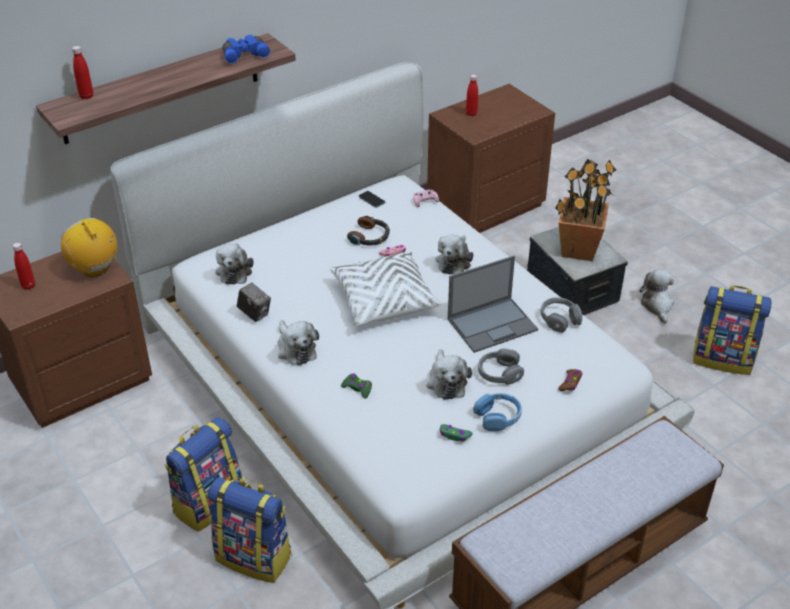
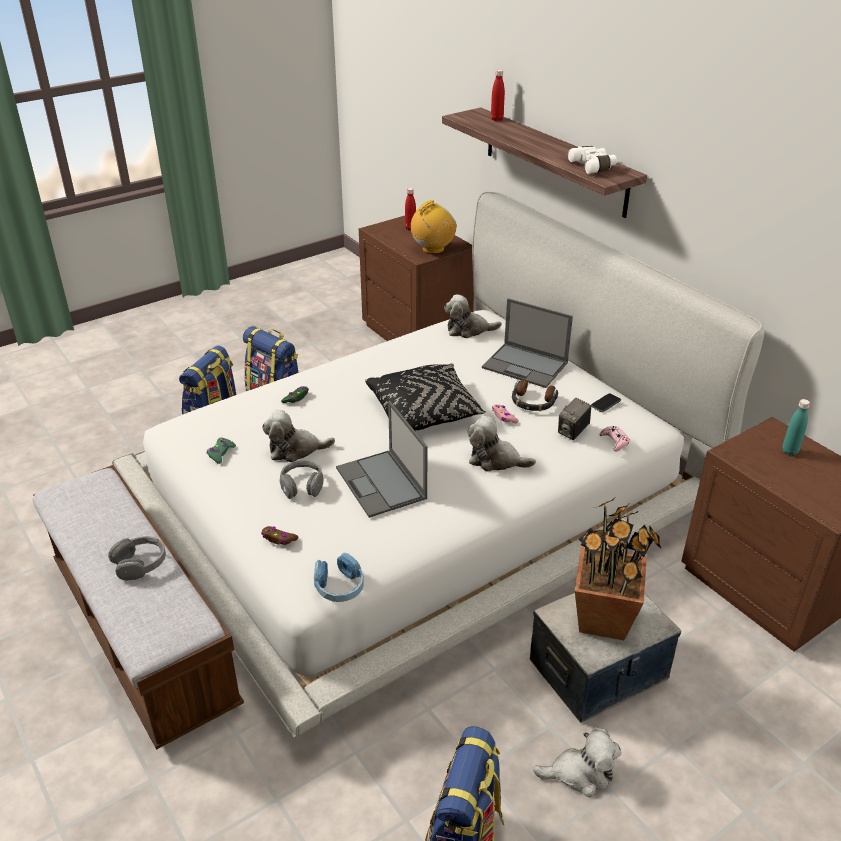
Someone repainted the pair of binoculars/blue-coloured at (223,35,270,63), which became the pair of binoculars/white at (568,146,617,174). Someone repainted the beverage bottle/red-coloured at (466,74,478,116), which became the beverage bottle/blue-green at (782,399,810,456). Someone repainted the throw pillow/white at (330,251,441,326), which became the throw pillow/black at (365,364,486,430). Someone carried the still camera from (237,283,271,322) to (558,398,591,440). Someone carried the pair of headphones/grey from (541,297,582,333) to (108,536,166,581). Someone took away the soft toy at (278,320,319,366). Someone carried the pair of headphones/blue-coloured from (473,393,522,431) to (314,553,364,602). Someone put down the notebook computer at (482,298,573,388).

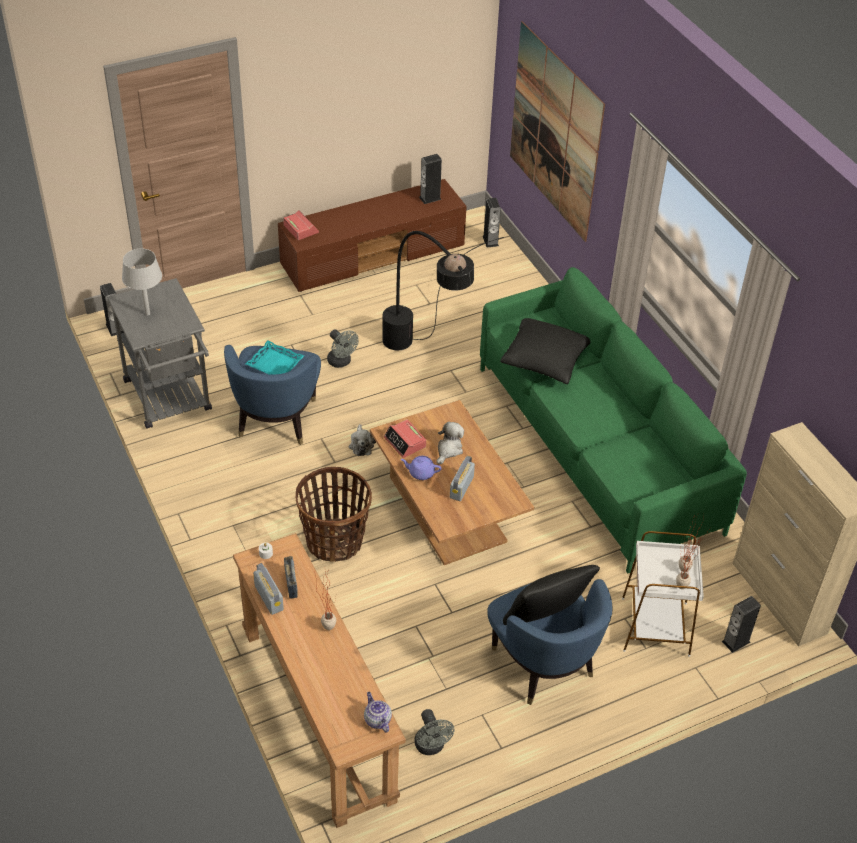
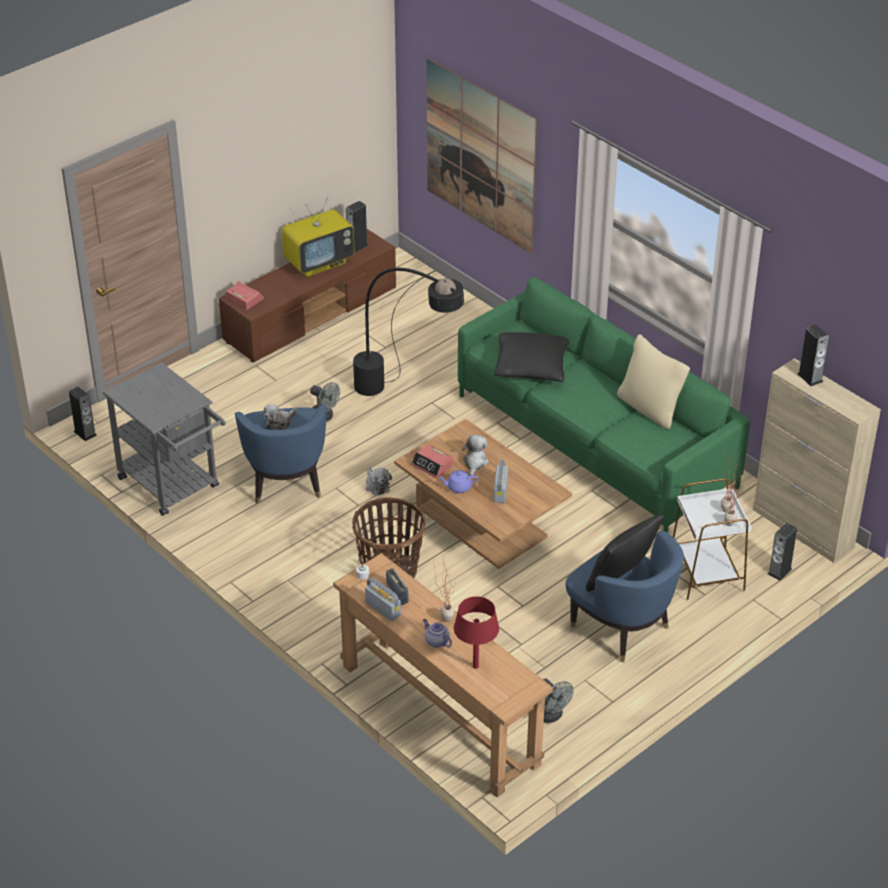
Someone carried the loudspeaker from (483,198,501,247) to (798,324,829,386). Someone took away the table lamp/grey at (122,249,162,315). Someone swapped the serving tray/blue-green at (245,341,304,375) for the soft toy at (263,404,297,430). Someone carried the tea pot from (364,692,392,733) to (423,619,452,648). Someone put down the TV set at (282,198,355,277). Someone put down the throw pillow/beige-coloured at (617,334,690,429). Someone put down the table lamp/red-coloured at (454,596,499,669).

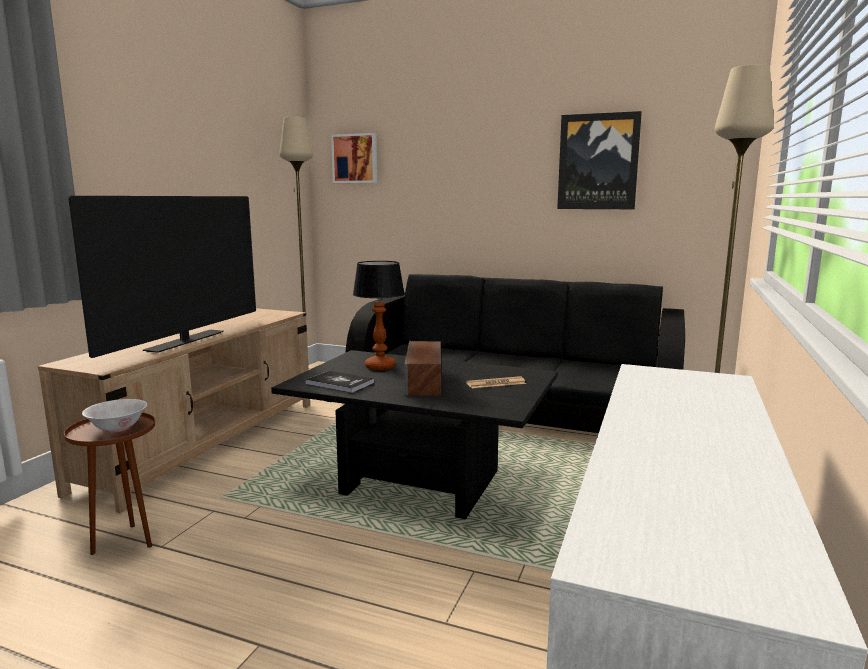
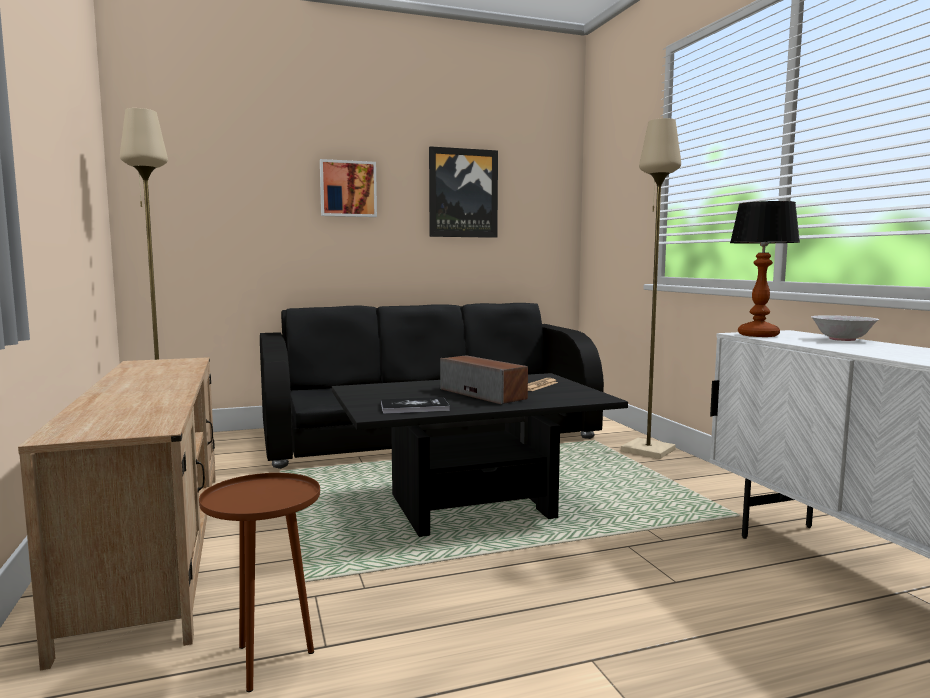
Someone carried the picture from (331,133,377,183) to (320,159,377,217). Someone took away the TV set at (68,196,256,358). Someone carried the table lamp from (353,261,405,370) to (730,201,800,337). Someone carried the deep dish/white from (82,399,147,433) to (811,315,879,341).

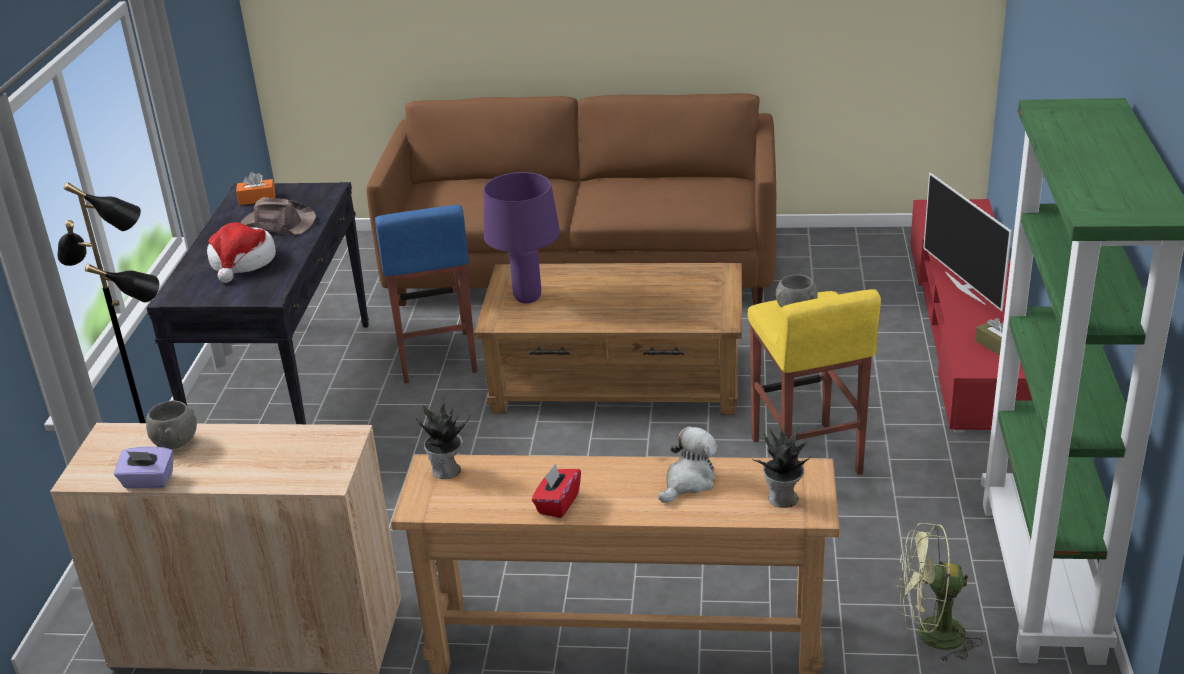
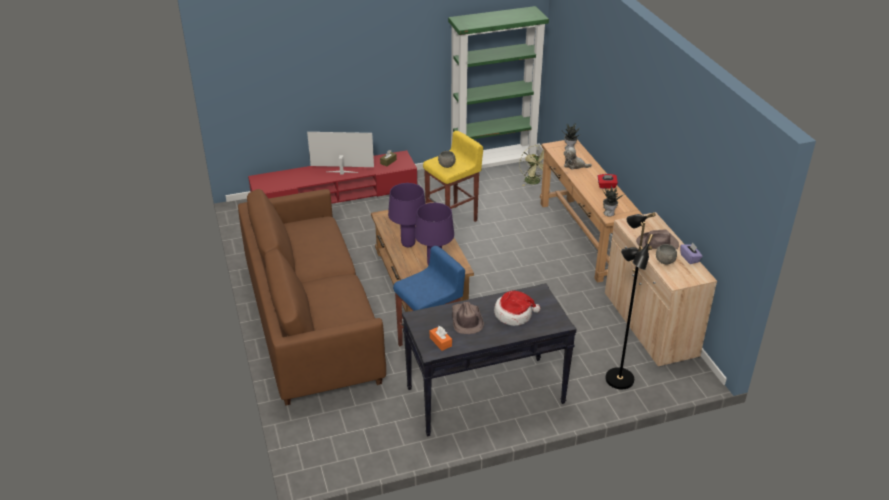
Someone rotated the TV set at (923,173,1012,311) by 135 degrees counterclockwise. Someone put down the table lamp/purple-coloured at (388,183,425,247). Someone put down the wearable hat/brown at (636,230,679,249).

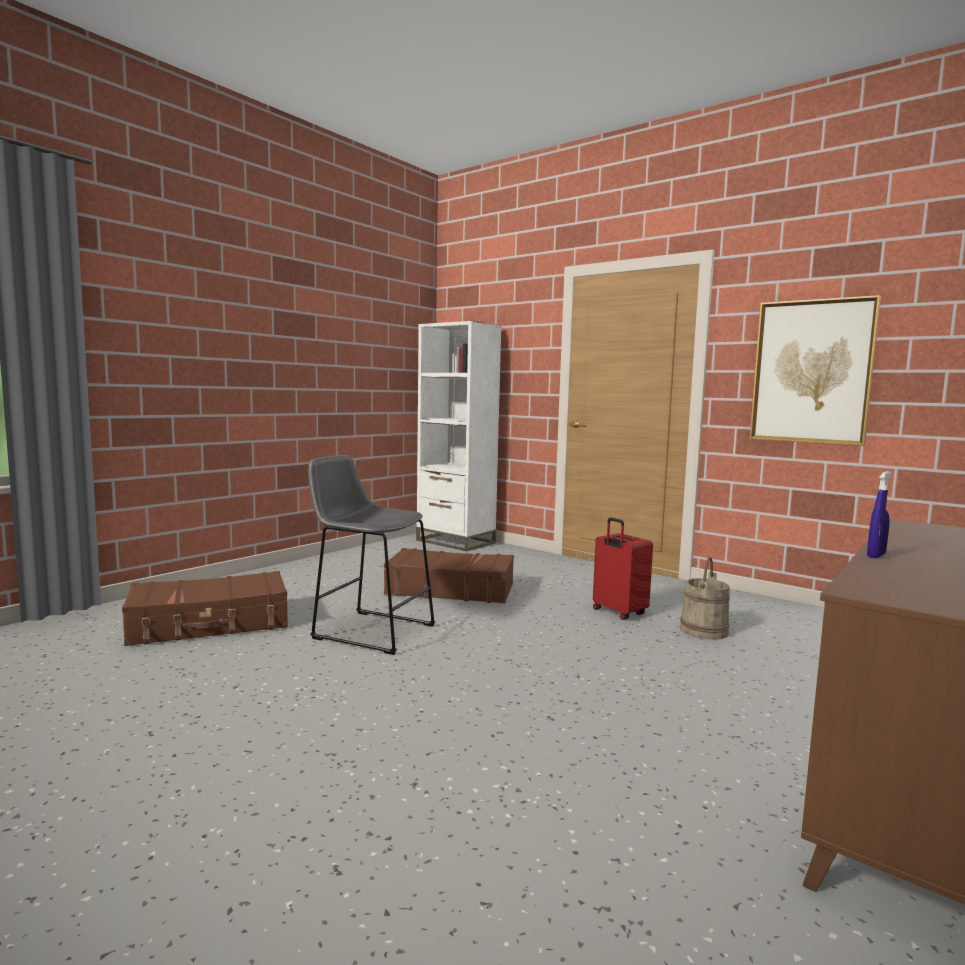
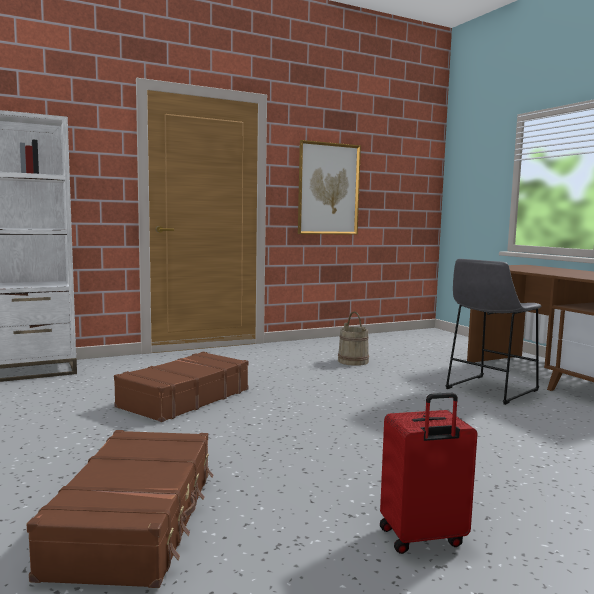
Someone carried the stool seat/grey from (308,455,436,655) to (446,259,541,405). Someone took away the spray bottle/blue-coloured at (867,471,891,558). Someone carried the travel case/red-coloured from (593,518,653,620) to (380,393,477,554).

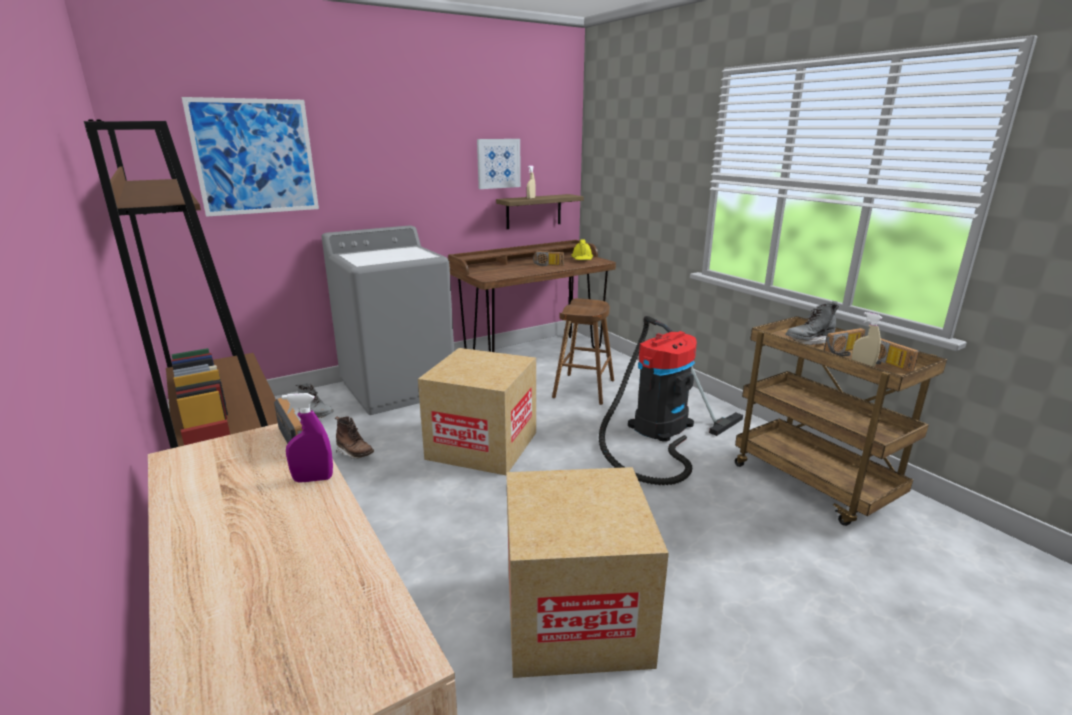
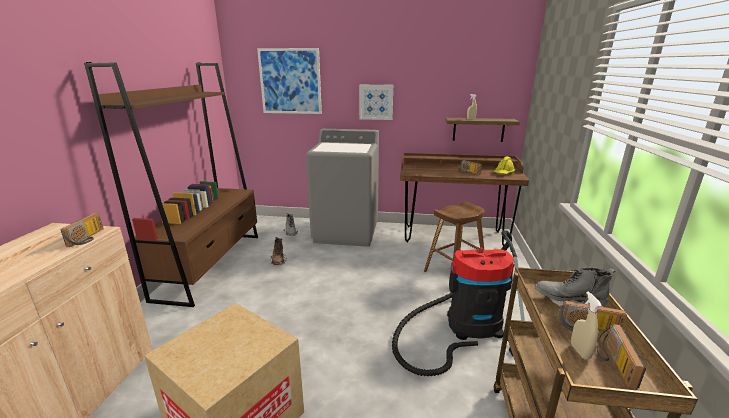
Someone carried the picture from (477,139,521,189) to (359,85,393,120). Someone took away the packing box at (418,348,536,475). Someone took away the spray bottle/purple-coloured at (282,393,333,483).

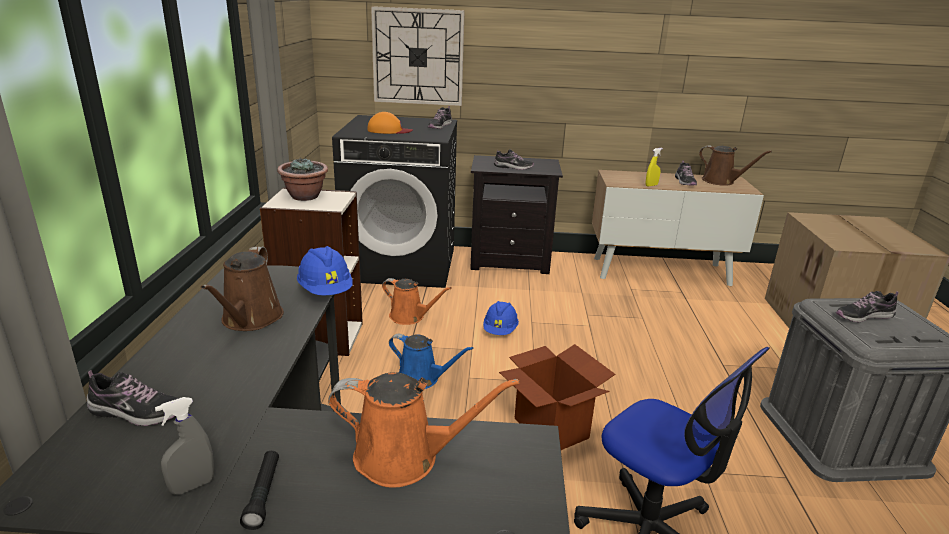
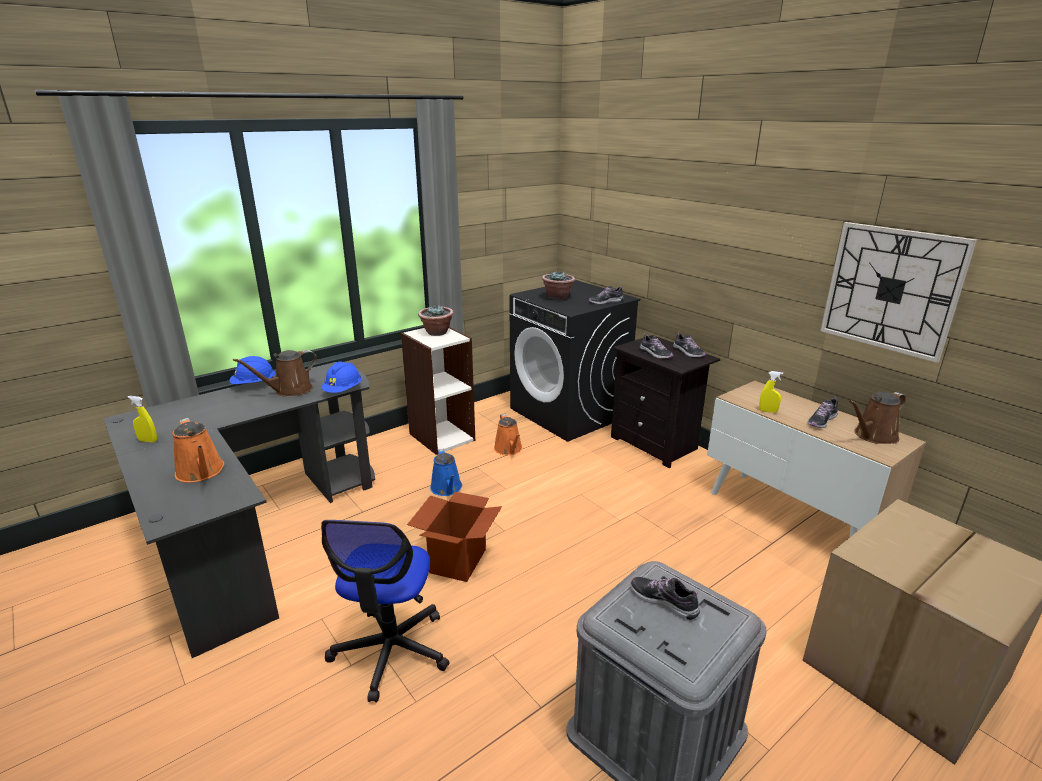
Someone carried the wall clock from (371,6,465,106) to (820,222,977,363). Someone swapped the cap/orange-coloured at (367,112,412,134) for the houseplant at (542,270,575,300). Someone rotated the sprinkling can/brown at (699,145,772,186) by 60 degrees clockwise. Someone carried the hard hat/blue-coloured from (483,301,519,335) to (229,356,276,384). Someone carried the low shoe from (86,370,179,426) to (673,332,706,357). Someone repainted the spray bottle/grey at (155,397,214,495), which became the spray bottle/yellow at (127,396,157,442). Someone took away the flashlight/black at (240,451,279,530).

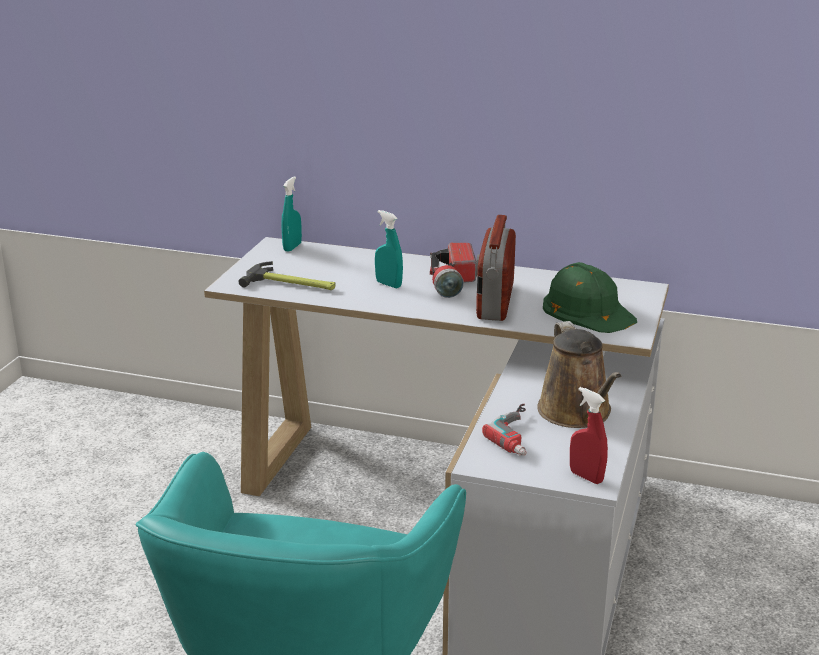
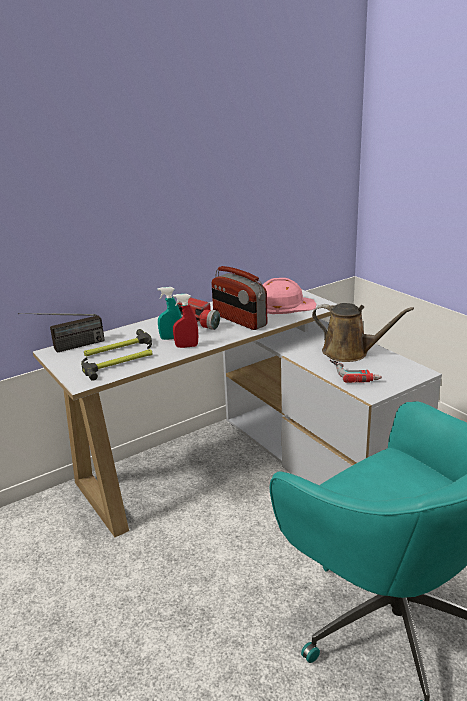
Someone swapped the spray bottle/blue-green at (281,176,302,252) for the radio receiver at (18,313,105,353). Someone repainted the hard hat/greenish at (543,262,637,333), which became the hard hat/pinkish at (263,278,316,314). Someone carried the spray bottle/red-coloured from (570,387,608,484) to (173,294,198,348). Someone put down the hammer at (84,329,152,357).

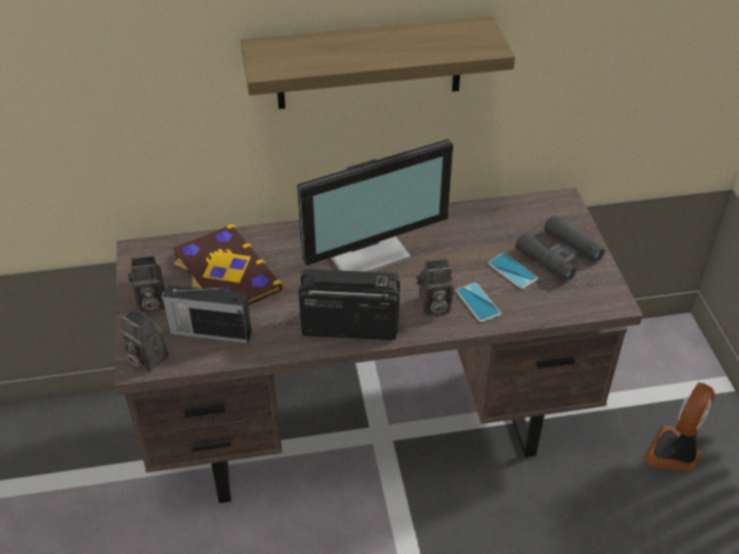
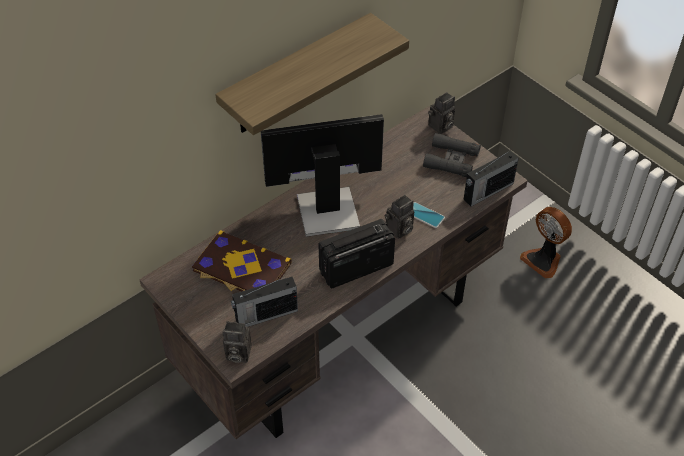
Someone rotated the monitor at (297,139,453,272) by 135 degrees counterclockwise. Someone took away the handset at (488,253,538,289). Someone carried the still camera from (128,256,165,312) to (428,92,455,134). Someone rotated the fan at (644,382,715,470) by 45 degrees counterclockwise. Someone put down the radio receiver at (463,151,519,207).

